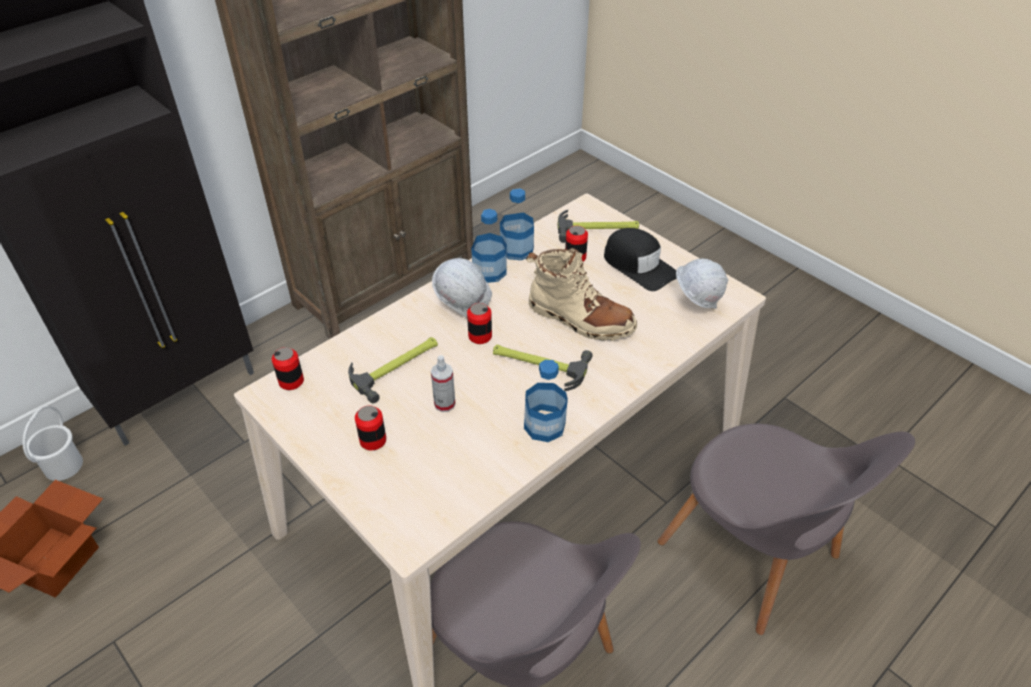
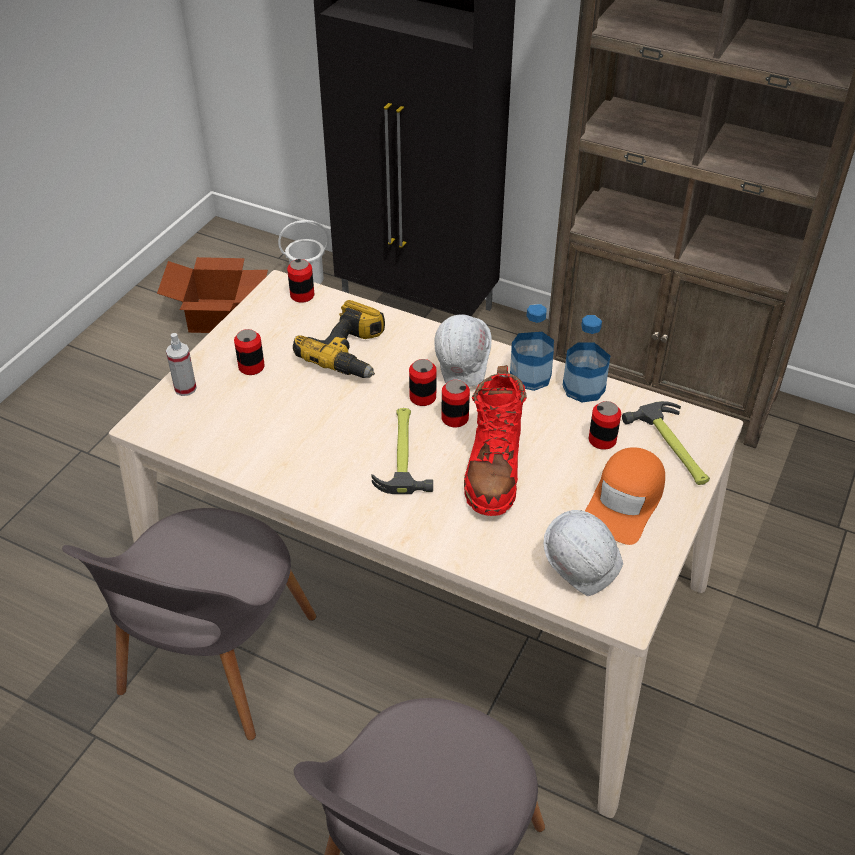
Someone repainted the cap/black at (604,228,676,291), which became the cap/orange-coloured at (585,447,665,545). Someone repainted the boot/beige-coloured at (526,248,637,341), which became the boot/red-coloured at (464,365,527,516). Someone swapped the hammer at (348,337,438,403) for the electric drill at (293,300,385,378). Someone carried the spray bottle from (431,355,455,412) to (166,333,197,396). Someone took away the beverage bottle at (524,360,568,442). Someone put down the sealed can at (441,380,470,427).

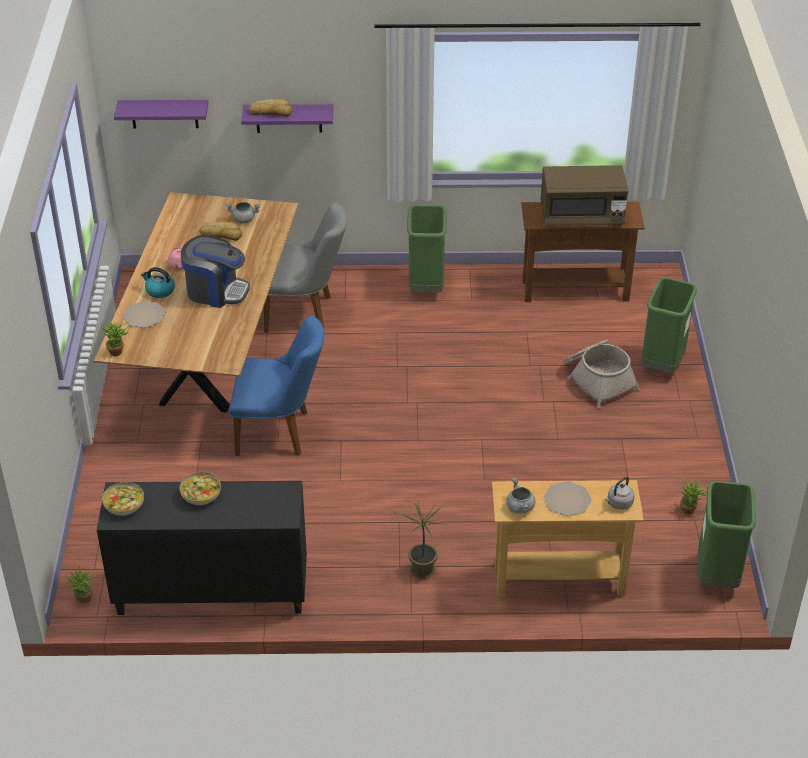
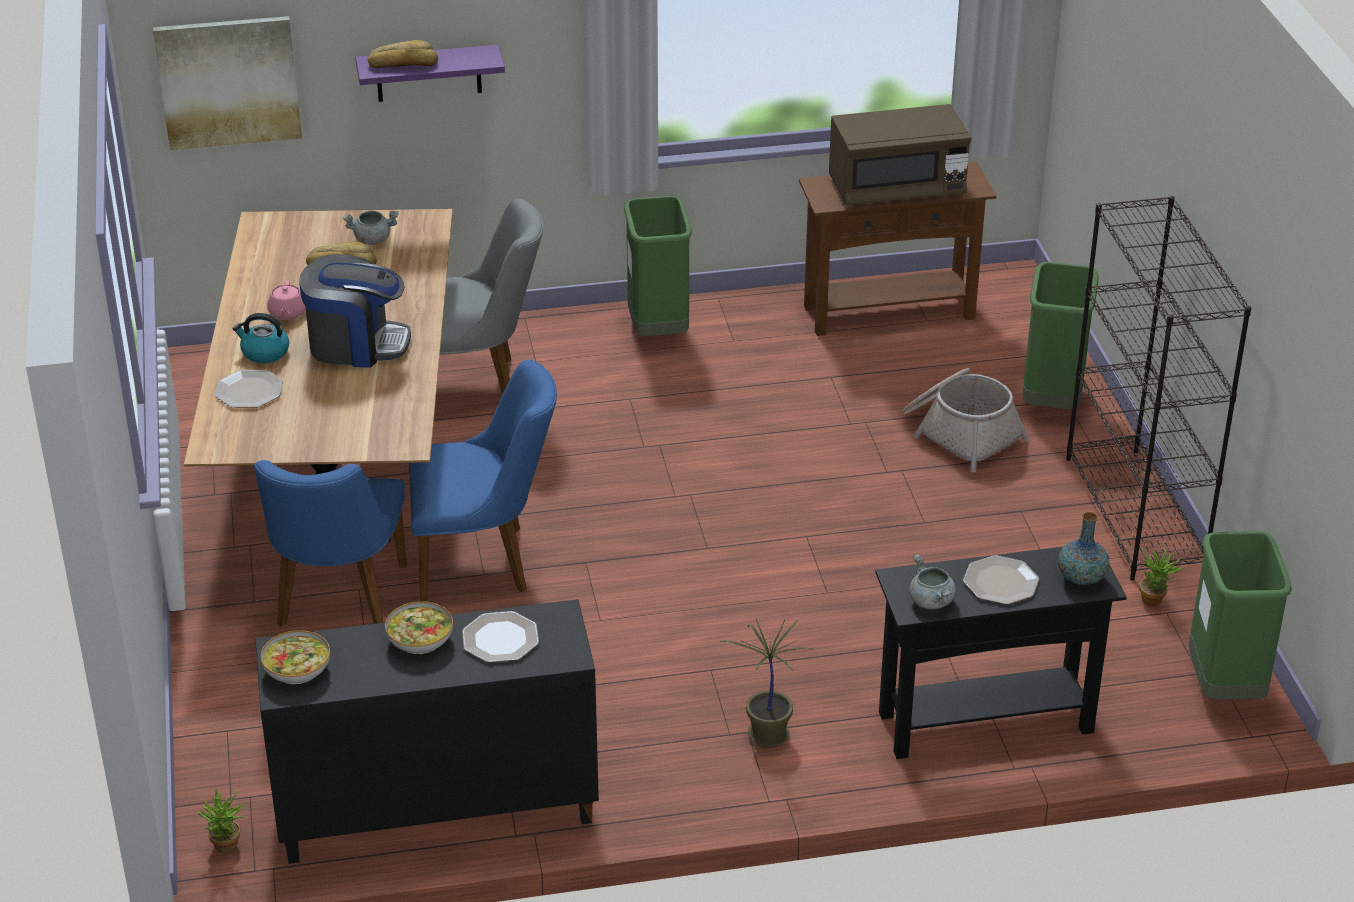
Someone swapped the wall shelf/purple-coloured at (114,100,208,129) for the picture at (153,16,302,150). Someone took away the houseplant at (101,319,129,356). Someone swapped the water kettle/grey at (606,476,635,510) for the decorative vase at (1058,512,1109,585). Someone repainted the console table/beige-coloured at (492,480,644,597), which became the console table/black at (875,542,1126,759). Someone put down the bookcase/black at (1066,196,1251,581). Someone put down the chair/blue-coloured at (254,460,407,626). Someone put down the flat dish at (462,611,539,663).

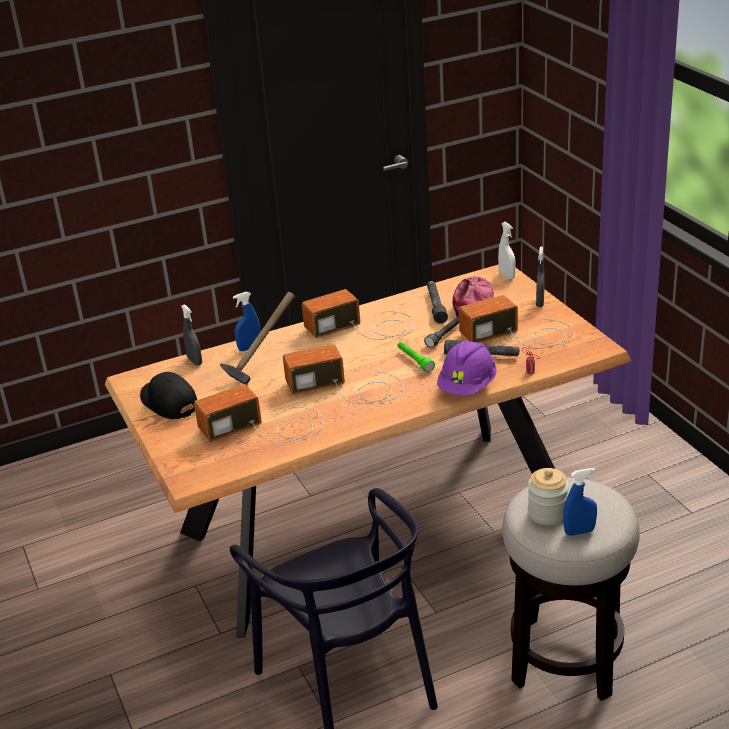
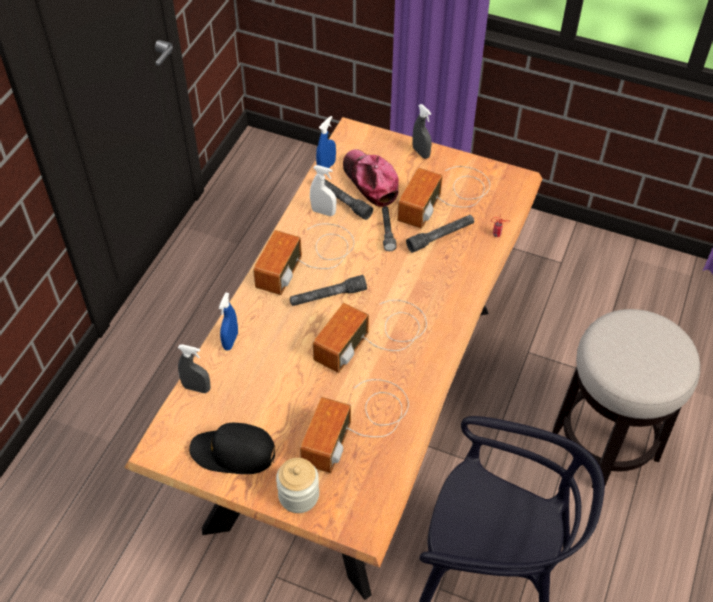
Someone carried the spray bottle/white from (498,222,516,279) to (310,165,336,216). Someone took away the hammer at (220,292,295,385). Someone took away the hard hat/purple-coloured at (437,340,497,396). Someone took away the flashlight/greenish at (398,342,435,372). Someone carried the preserve jar from (528,468,569,525) to (276,458,319,513). Someone carried the spray bottle/blue-coloured from (563,468,597,536) to (316,116,336,168). Someone put down the flashlight/grey at (290,275,367,306).

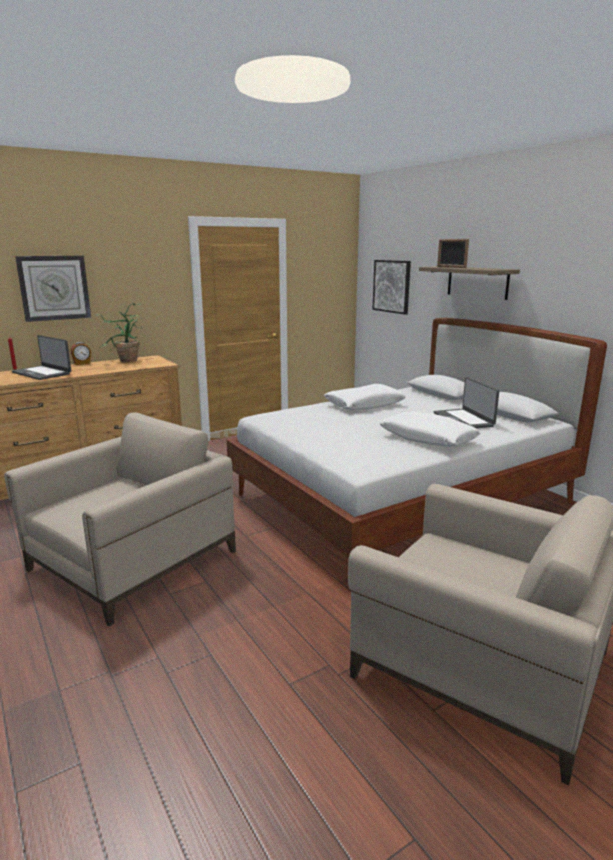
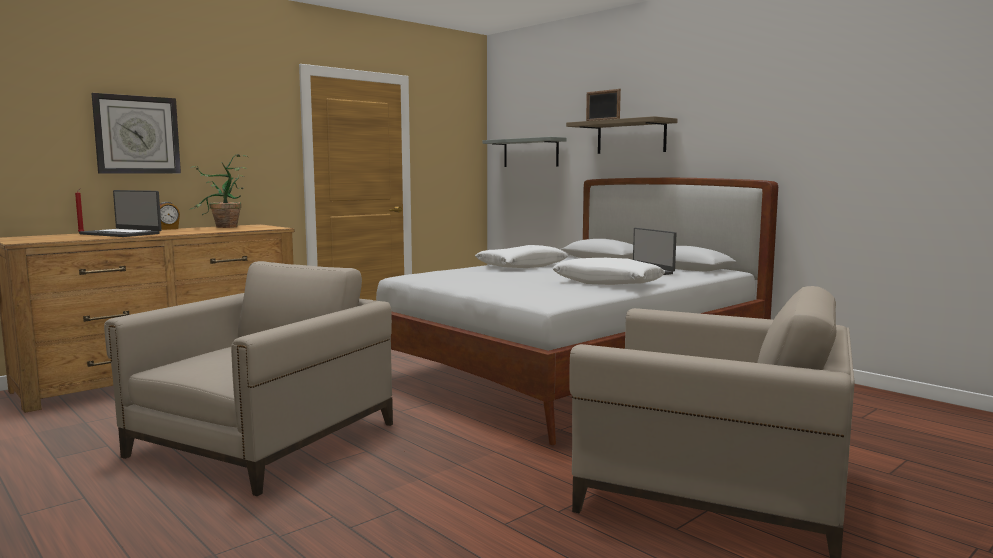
Someone swapped the picture at (372,260,411,315) for the wall shelf/grey at (483,137,567,167).

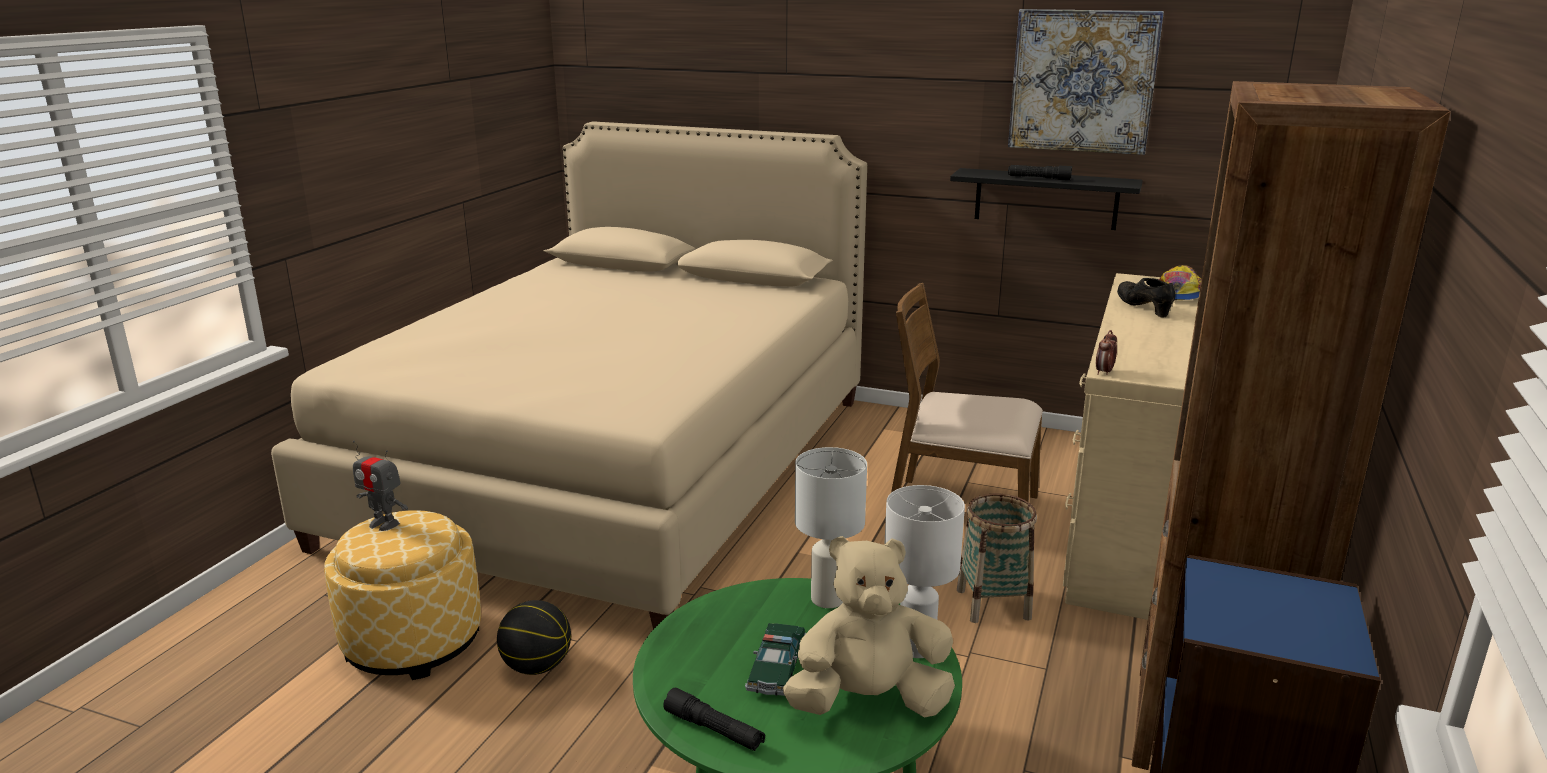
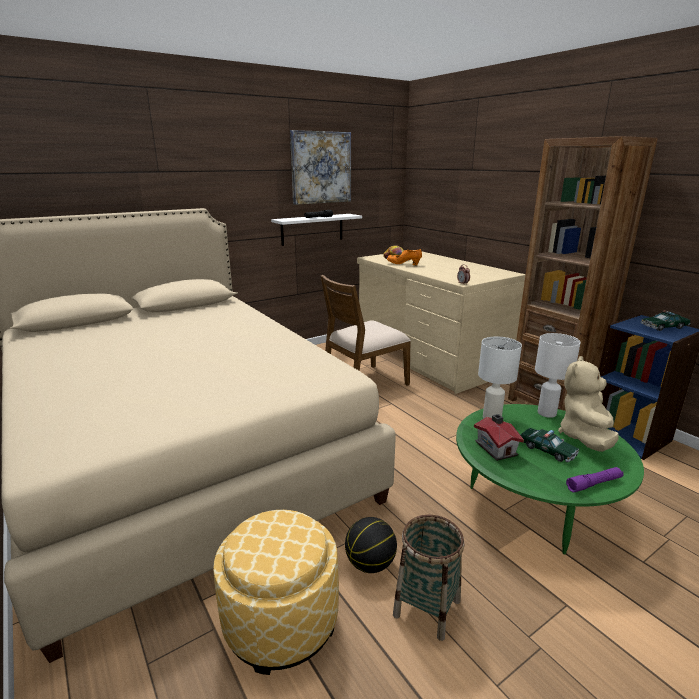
Someone repainted the wall shelf/black at (950,168,1143,230), which became the wall shelf/white at (271,214,362,246). Someone repainted the low shoe/black at (1117,278,1176,317), which became the low shoe/orange-coloured at (387,249,422,266). Someone took away the model robot at (353,441,408,531). Someone carried the storage basket from (957,493,1037,623) to (393,515,464,641). Someone repainted the flashlight/black at (663,688,765,751), which became the flashlight/purple-coloured at (566,467,624,492). Someone put down the miniature car at (641,310,691,331). Someone put down the model house at (474,414,524,461).

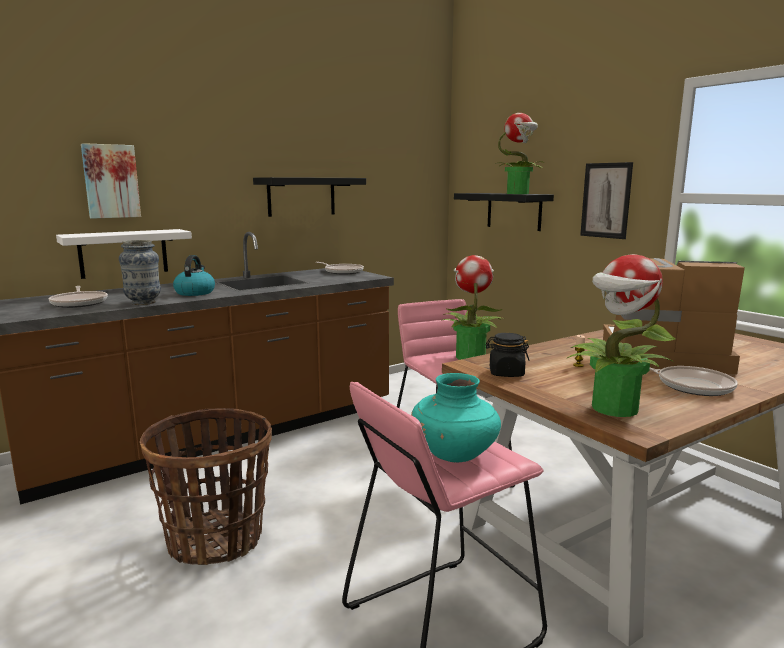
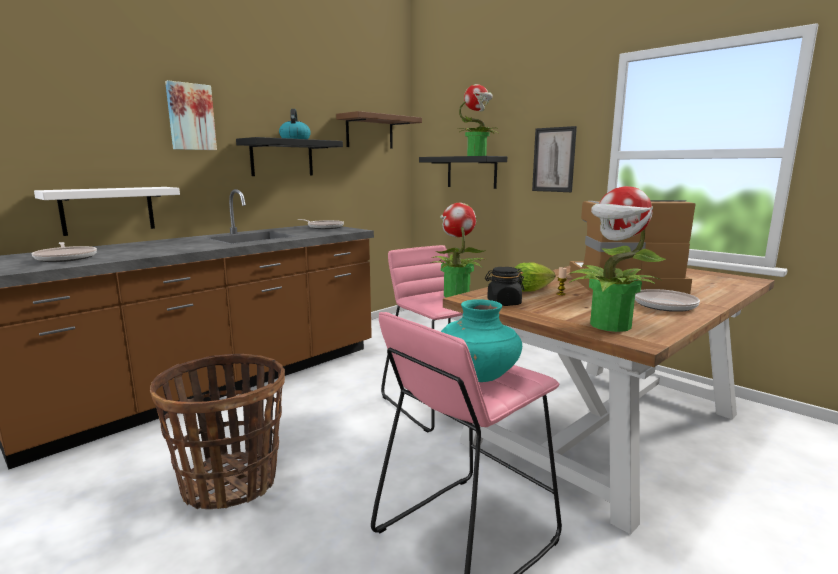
Someone carried the picture from (81,143,141,219) to (165,80,217,150). Someone took away the decorative vase at (119,240,161,305). Someone carried the water kettle from (173,255,215,296) to (279,109,311,139). Someone put up the wall shelf/brown at (336,111,422,149). Someone put down the lettuce at (514,263,555,292).

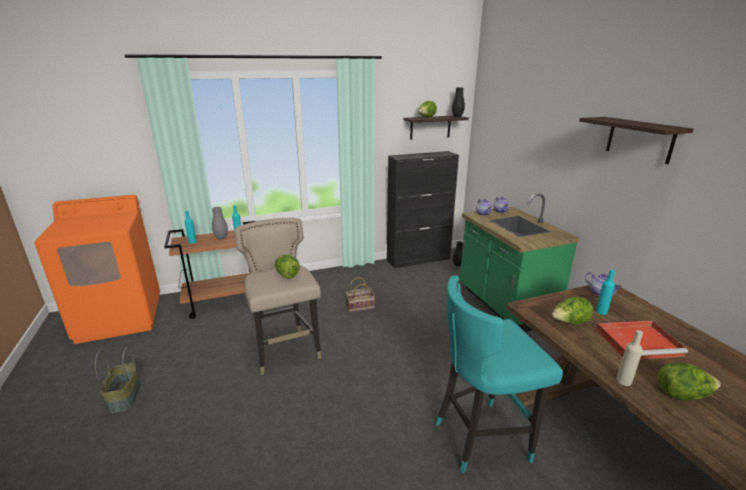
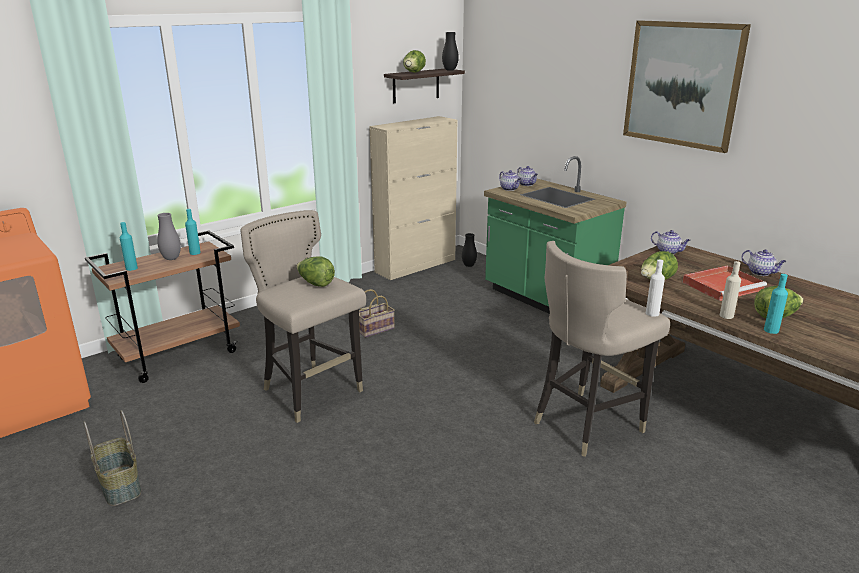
Someone swapped the wall shelf at (579,117,694,164) for the picture at (623,20,751,153). Someone repainted the cupboard/black at (387,151,459,268), which became the cupboard/beige-coloured at (369,116,458,280). Someone carried the beverage bottle/blue-green from (596,269,615,315) to (764,274,788,334). Someone repainted the stool seat/blue-green at (436,276,563,473), which became the stool seat/beige-coloured at (534,241,670,457). Someone put down the tea pot at (742,249,787,276). Someone put down the beverage bottle/white at (646,260,665,317).

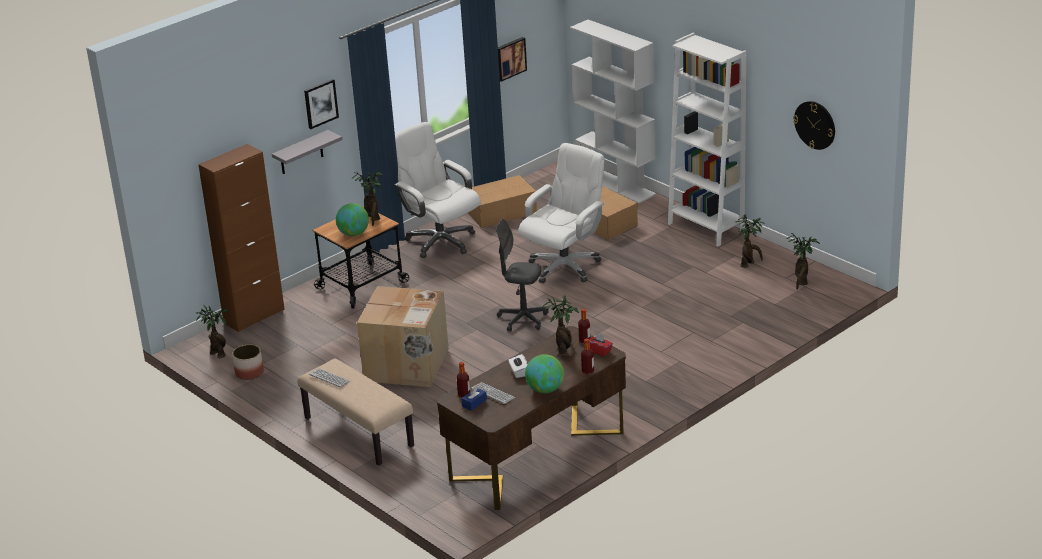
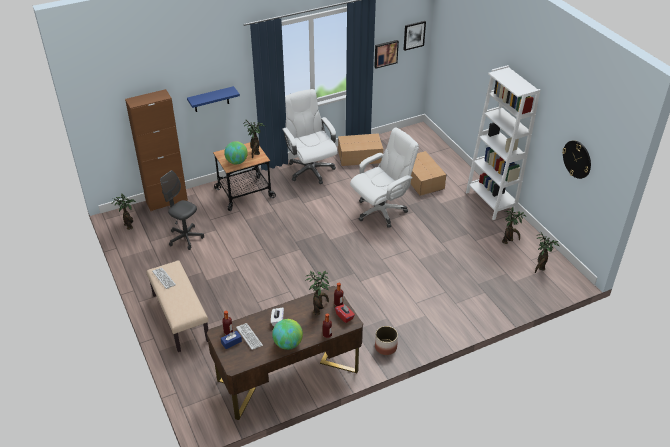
Someone took away the bookcase/white at (570,20,656,203). Someone carried the picture from (304,79,339,129) to (404,21,426,51). Someone repainted the wall shelf/grey at (272,130,343,174), which became the wall shelf/blue-coloured at (187,86,240,112). Someone carried the office chair/grey from (496,219,549,332) to (160,170,204,250). Someone took away the packing box at (357,286,449,387). Someone carried the planter from (232,344,264,380) to (375,326,398,355).

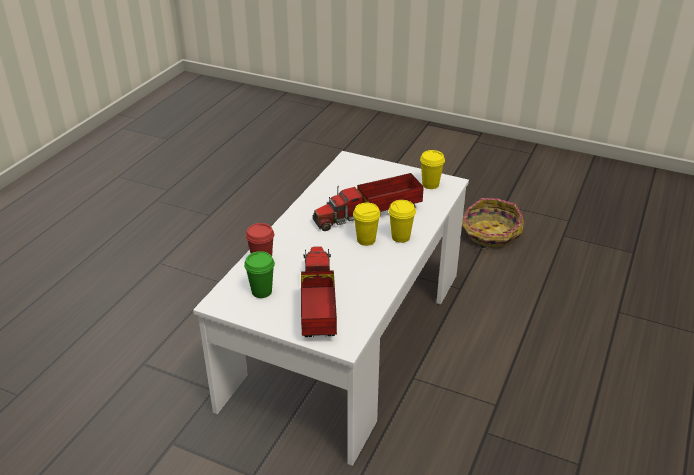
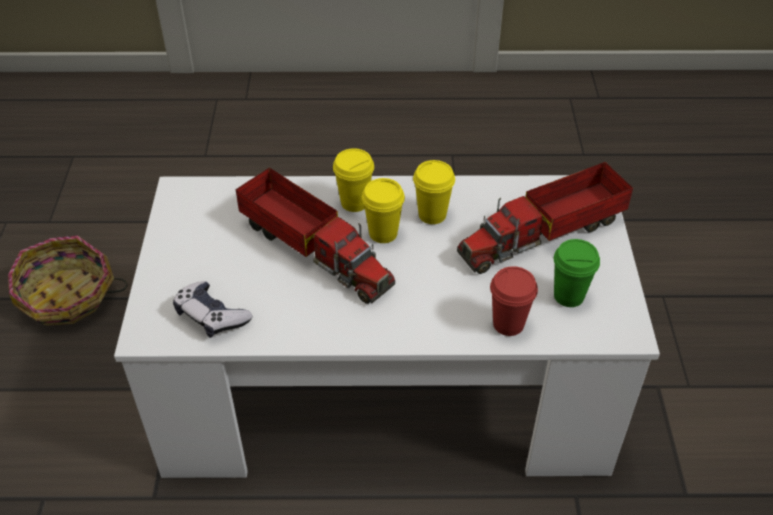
Someone carried the small cup/yellow from (420,150,445,189) to (413,160,455,224). Someone put down the gamepad at (173,281,252,338).

